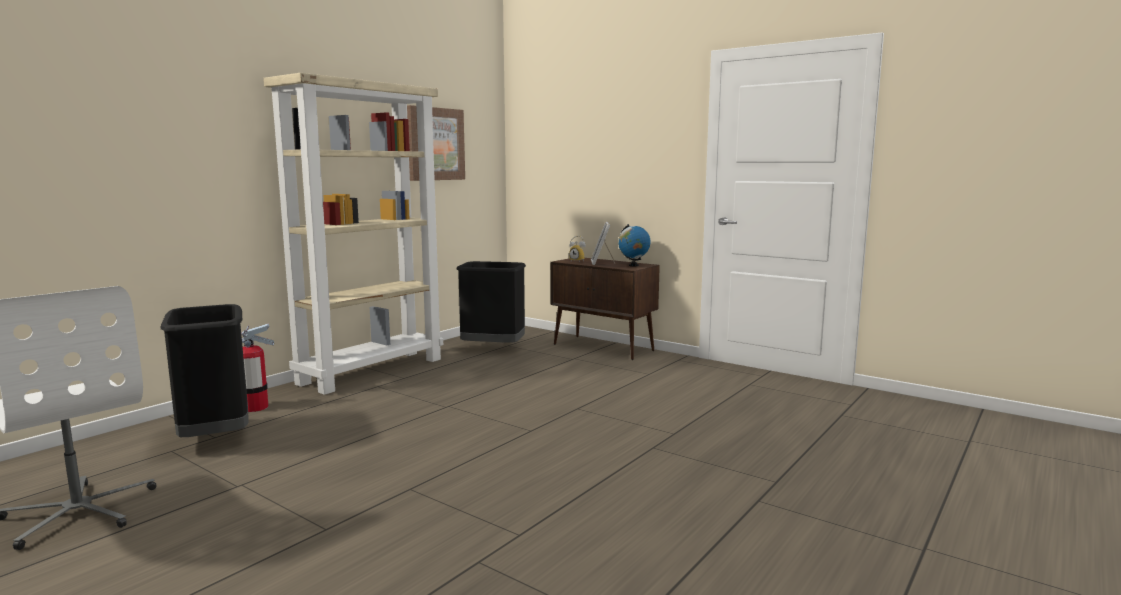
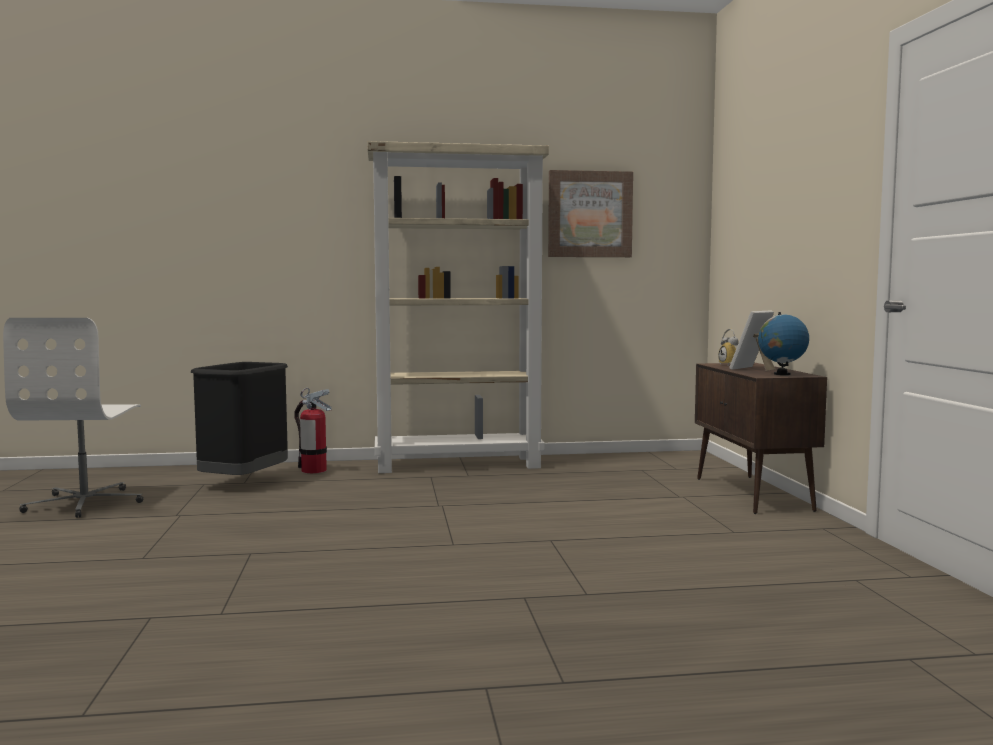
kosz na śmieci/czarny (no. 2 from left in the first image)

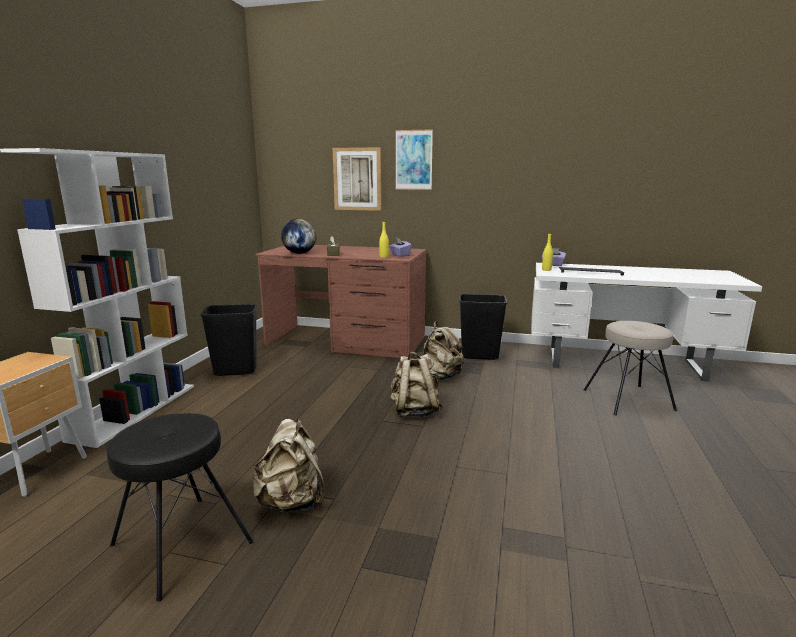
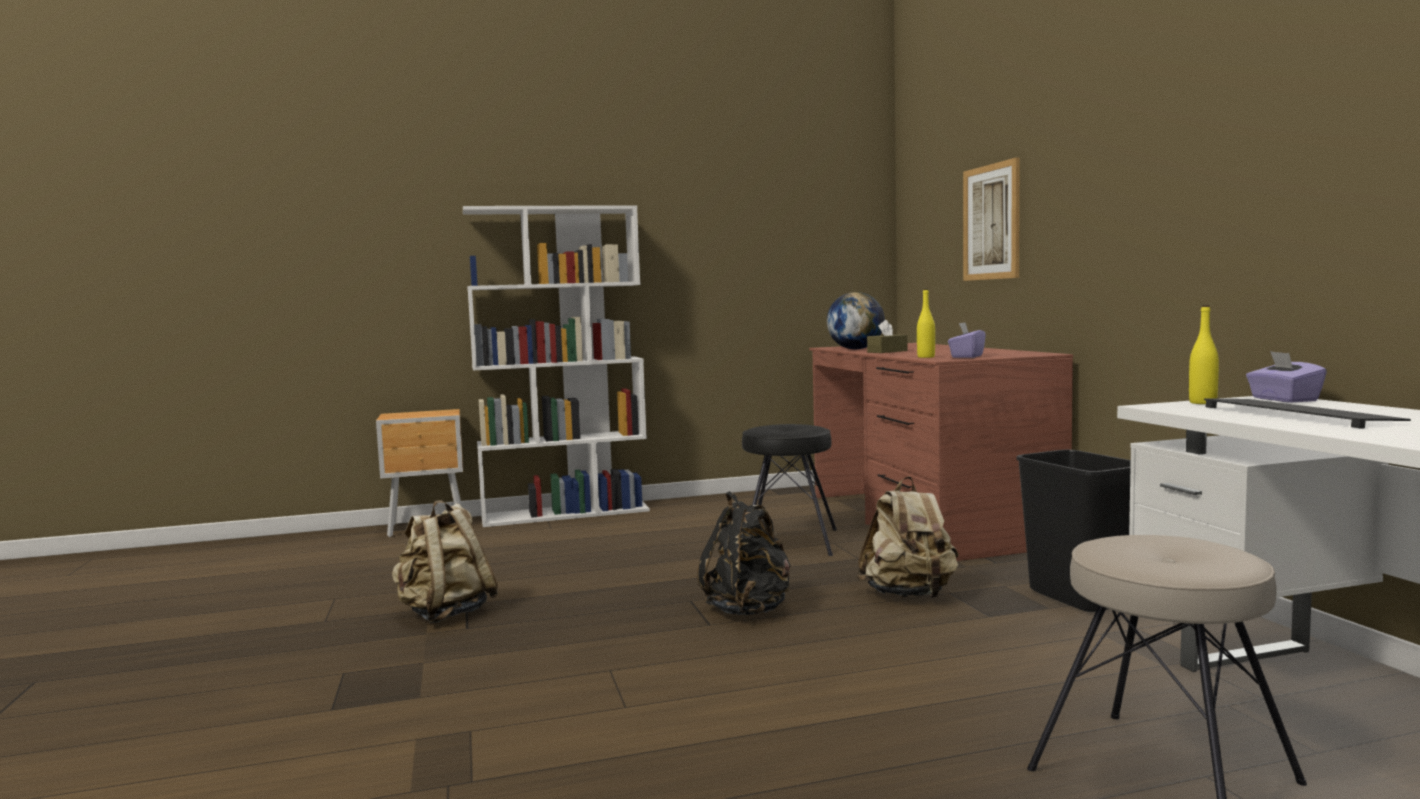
stołek/czarny
kosz na śmieci/czarny (no. 1 from left in the first image)
plecak/czarny
obraz (no. 2 from left in the first image)

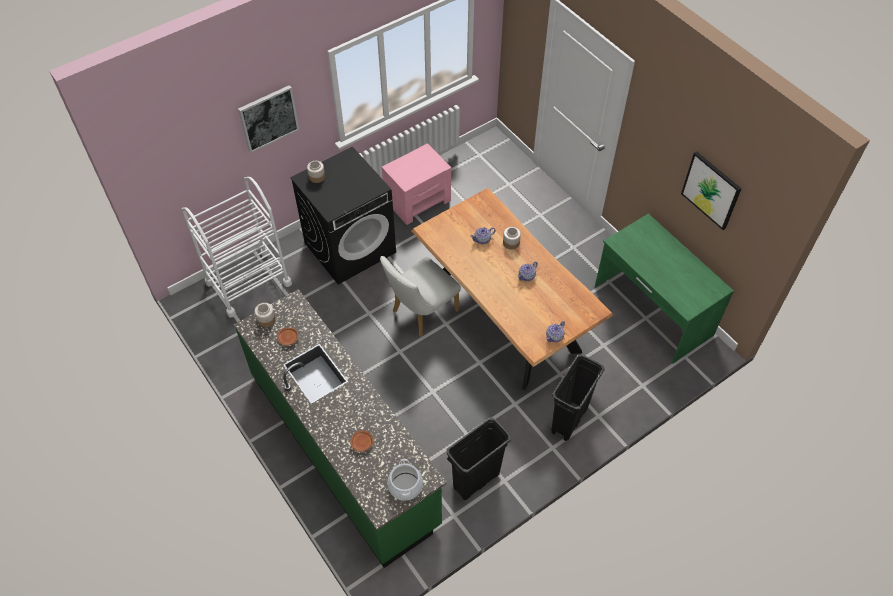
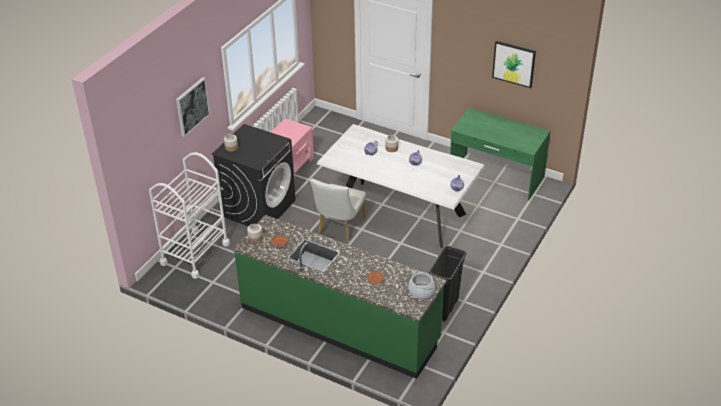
stół jadalny/biały
kosz na śmieci/czarny (no. 2 from left in the first image)

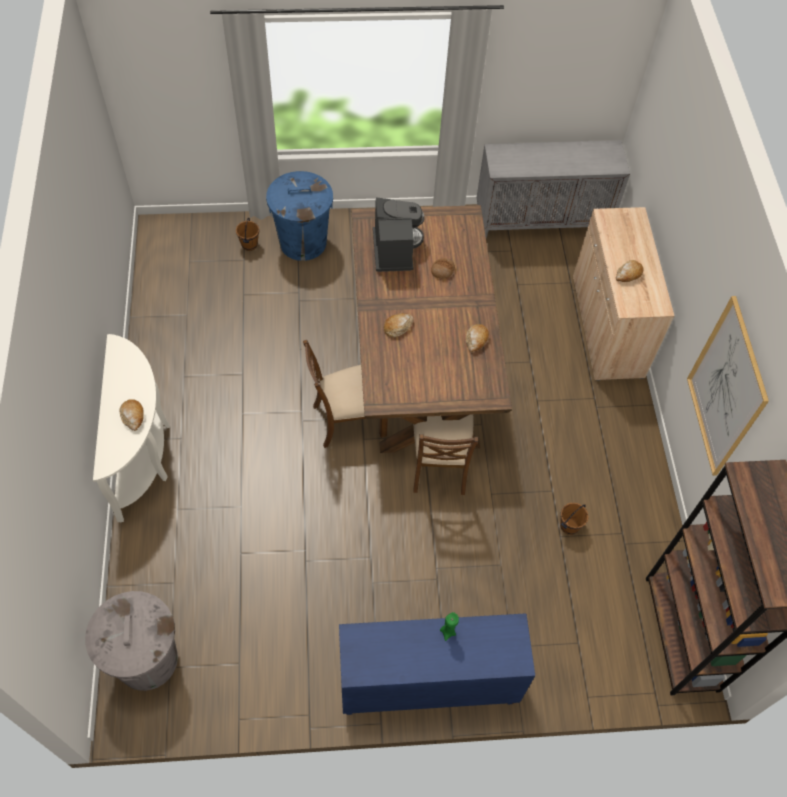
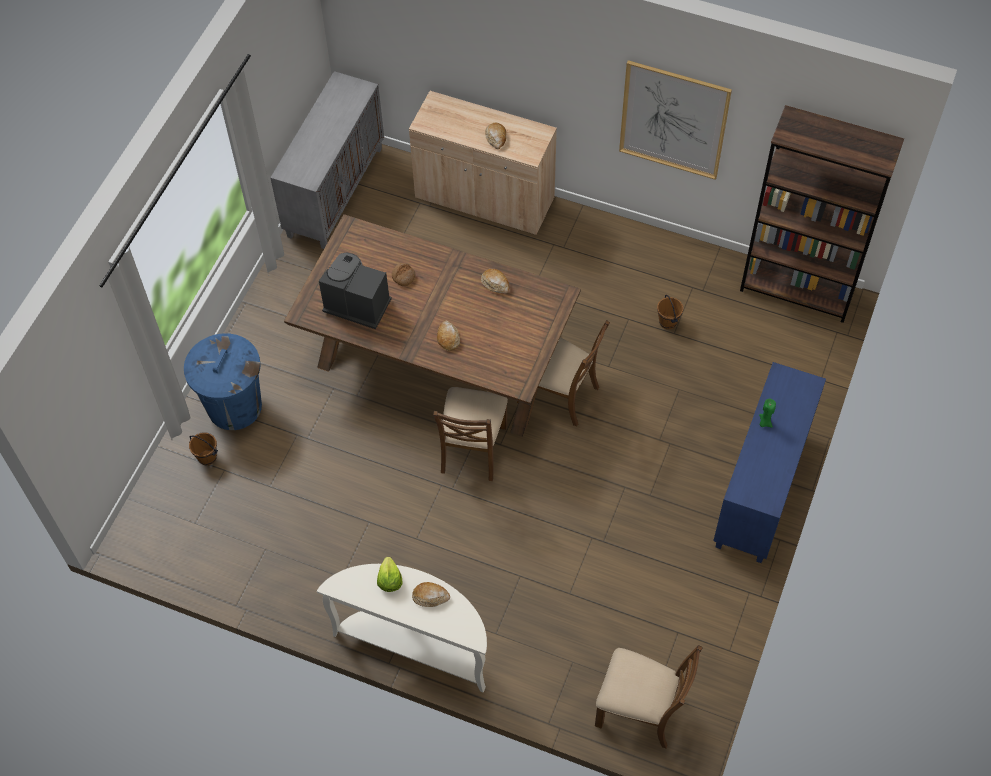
krzesło/brązowy (no. 3 from left)
sałata

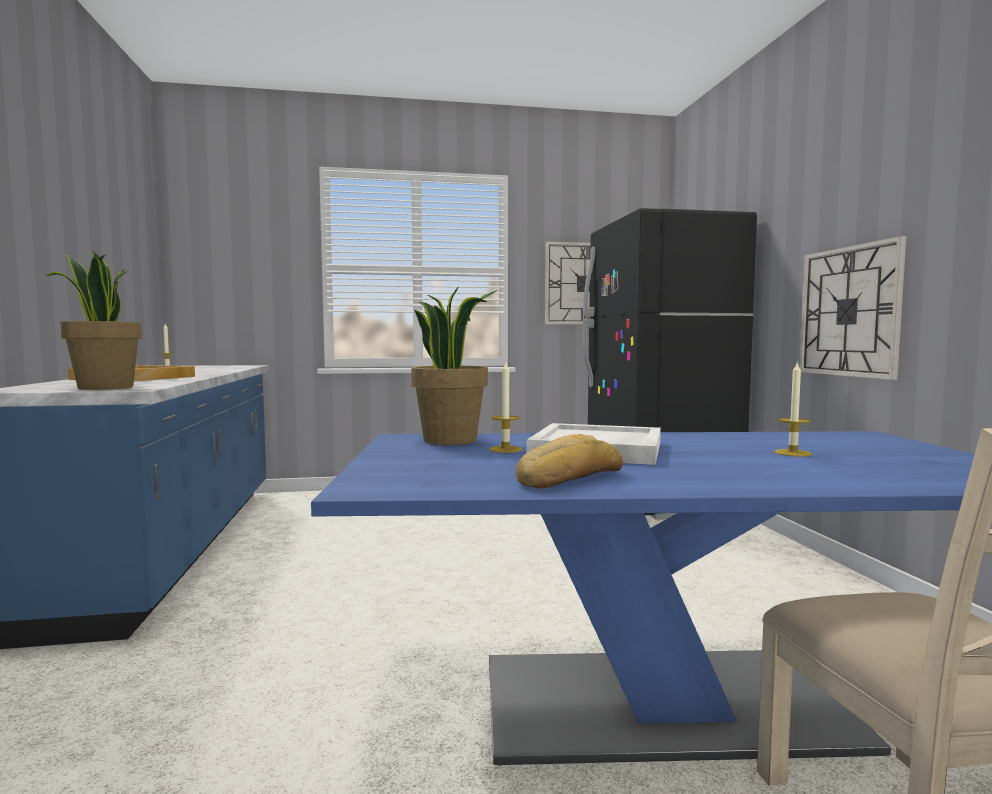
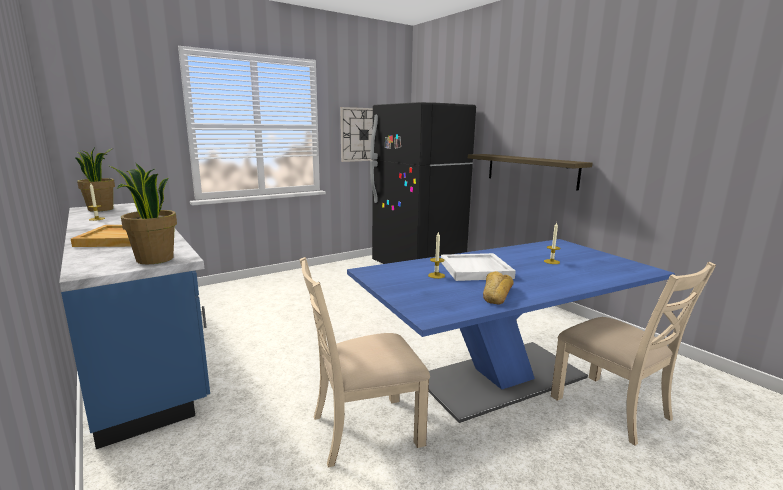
roślina doniczkowa (no. 1 from left)
półka
krzesło/beżowy (no. 1 from left)

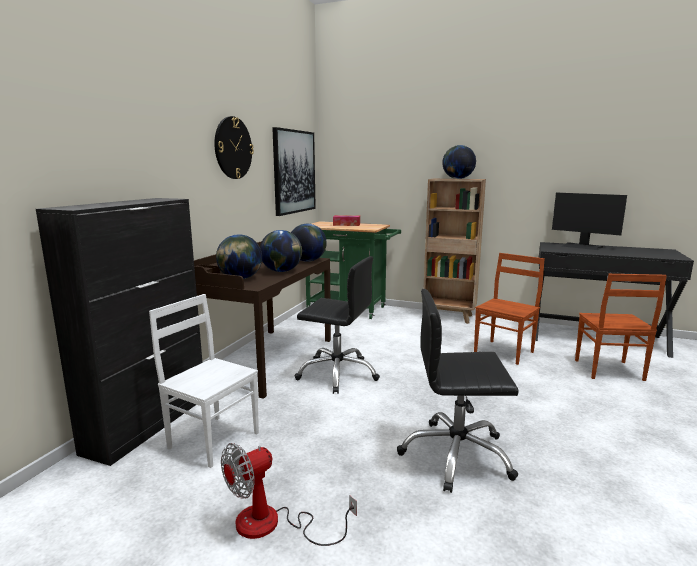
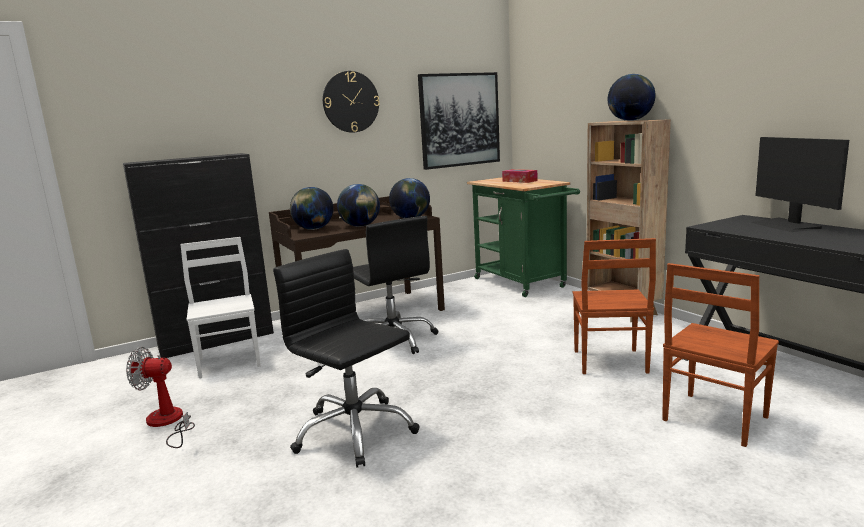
krzesło/brązowy (no. 1 from left)

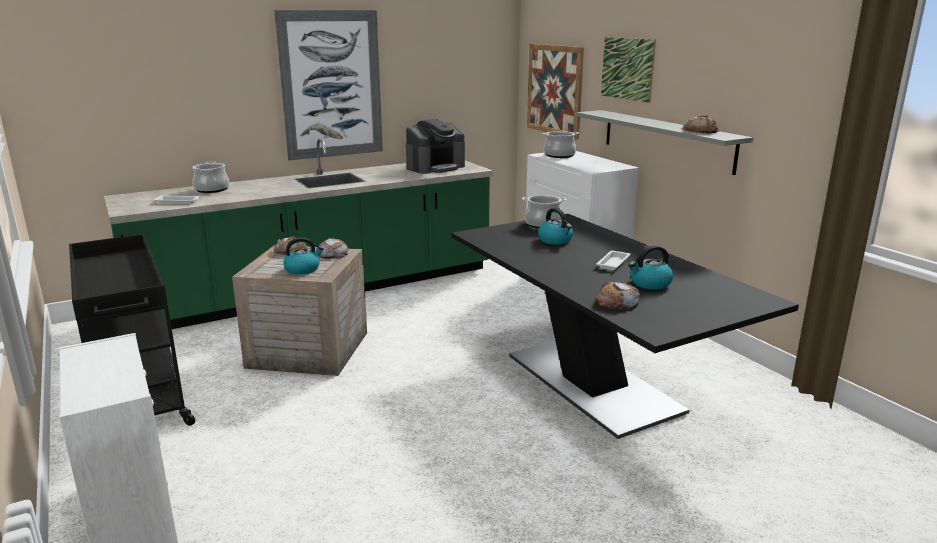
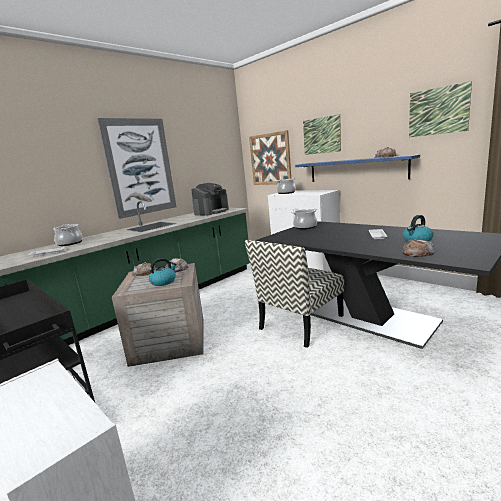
czajnik (no. 2 from left in the first image)
półka/niebieski
krzesło
obraz (no. 4 from left)

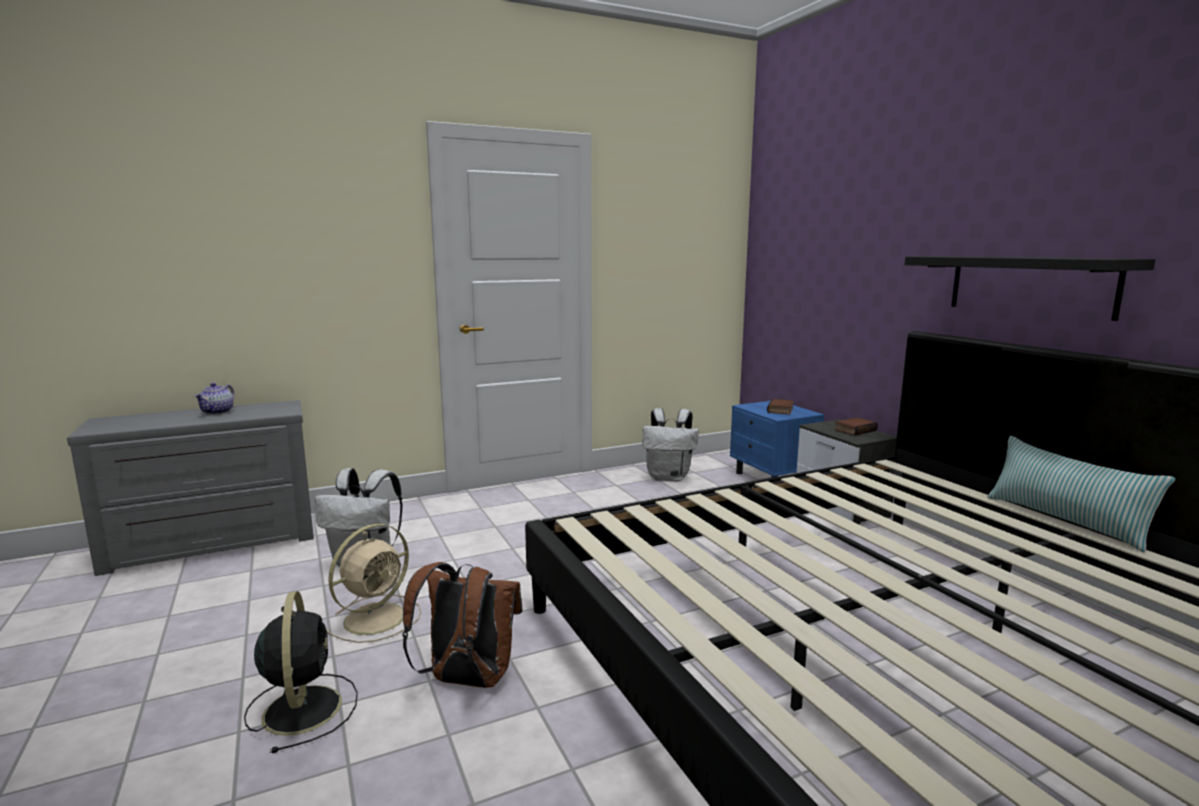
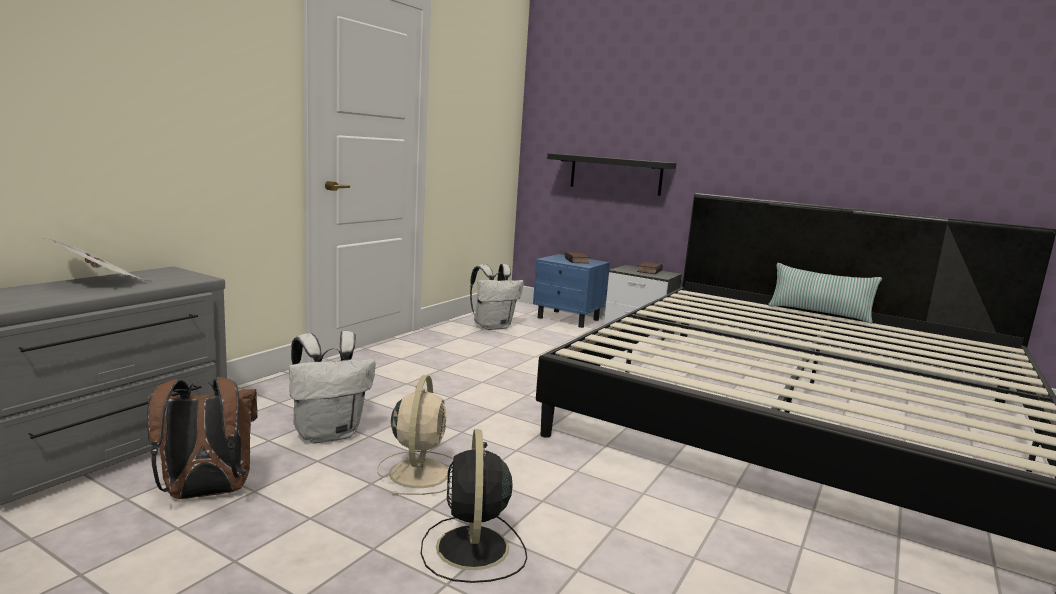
gazeta
wentylator/czarny
plecak/brązowy
półka/czarny

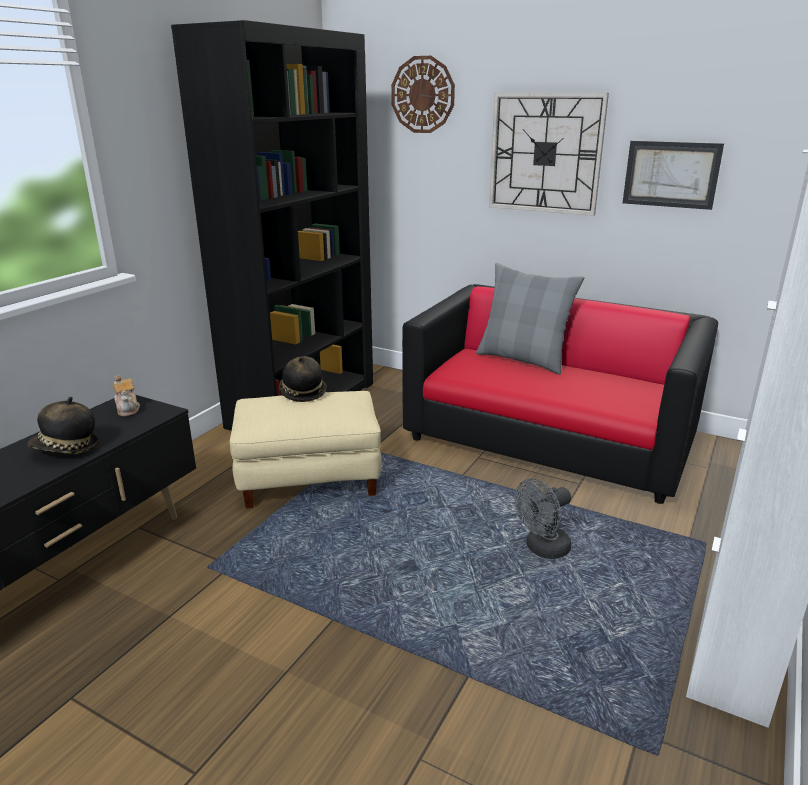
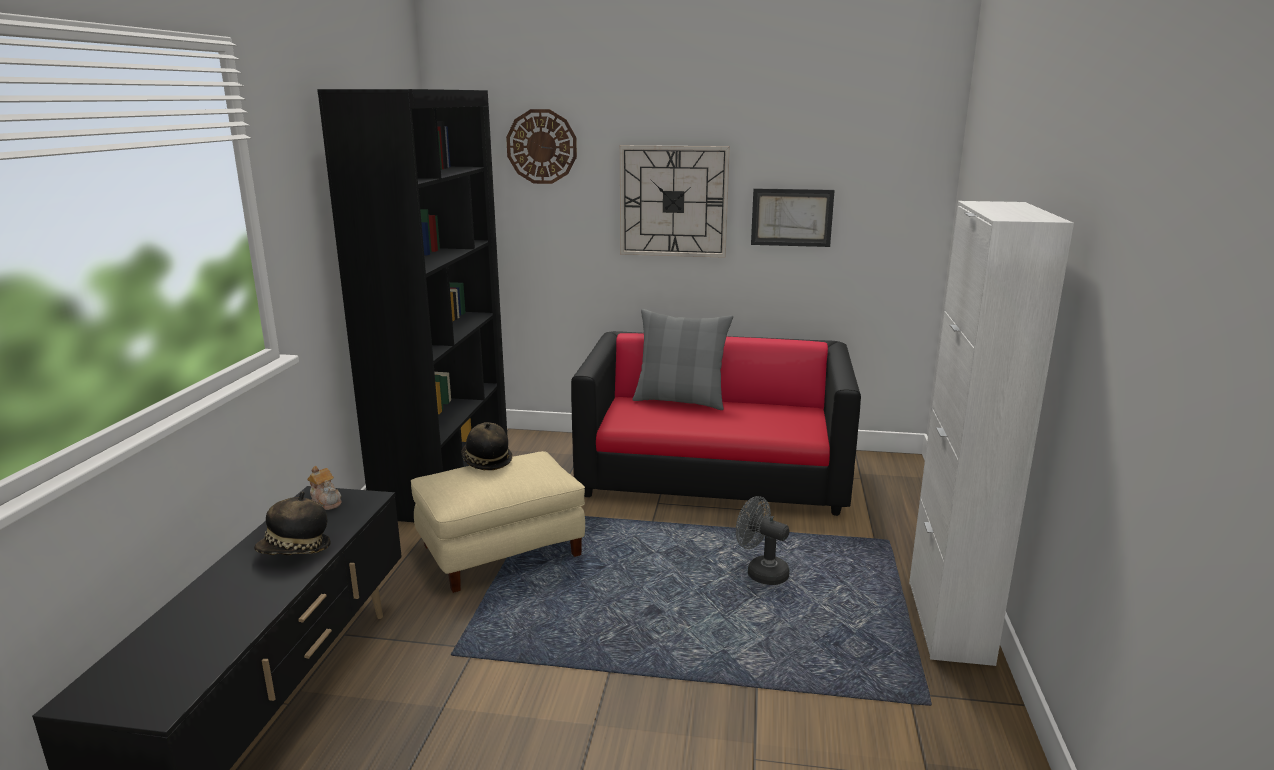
wentylator/szary

